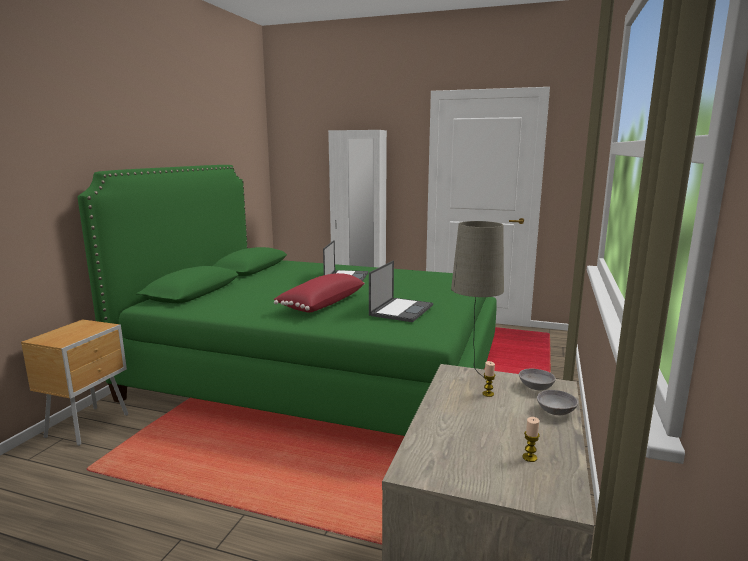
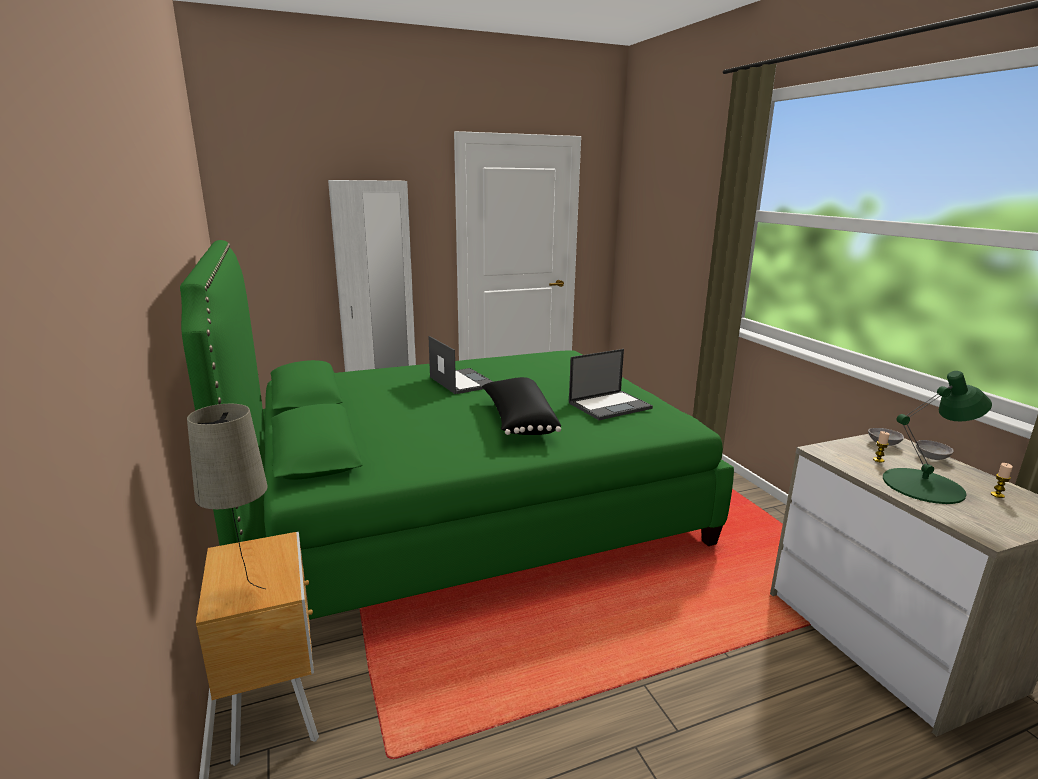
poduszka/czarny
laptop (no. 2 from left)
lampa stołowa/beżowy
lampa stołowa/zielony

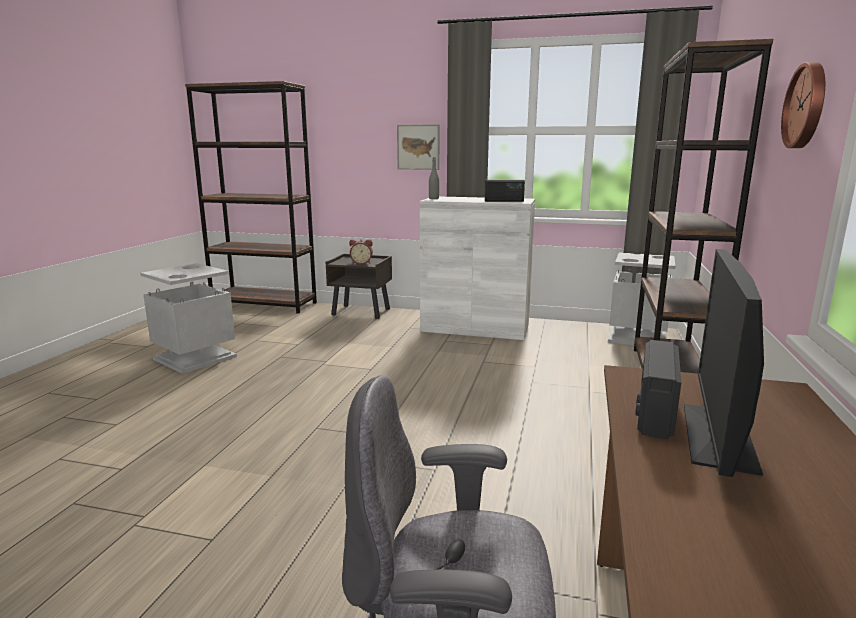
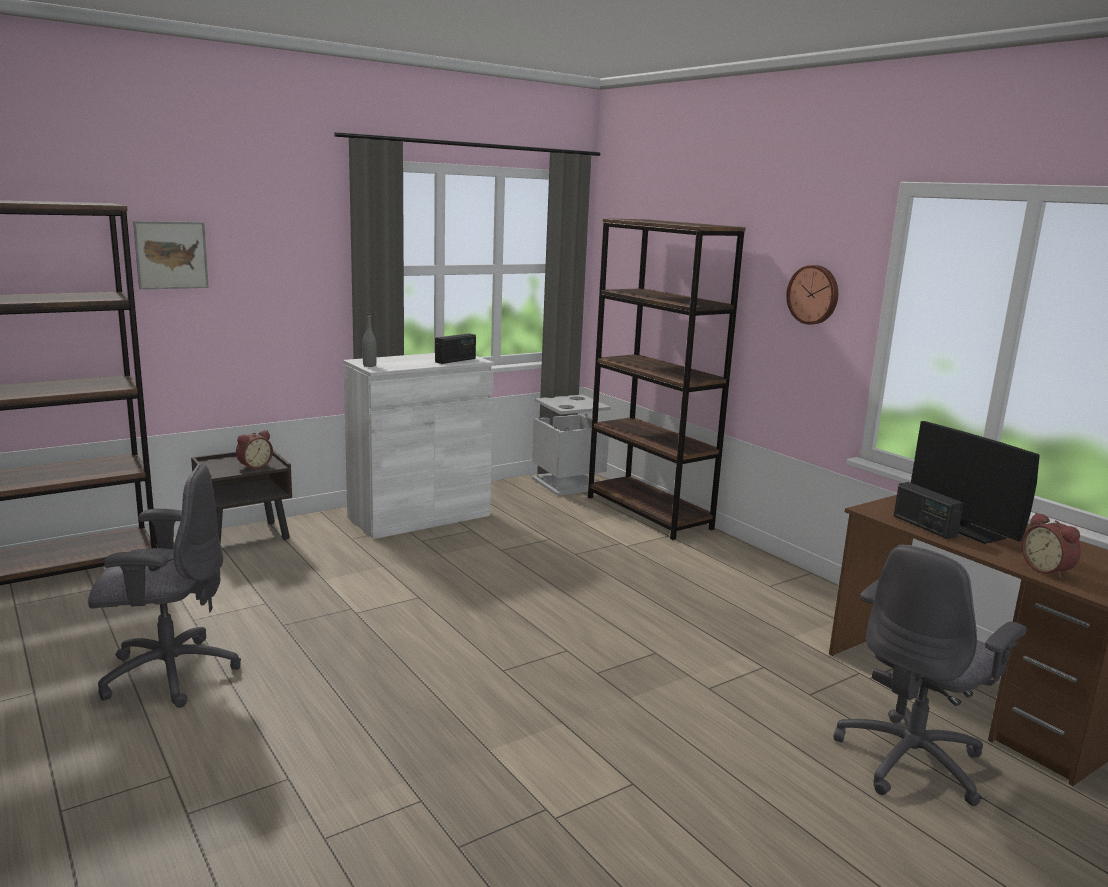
krzesło biurowe/szary (no. 1 from left)
obraz
budzik (no. 2 from left)

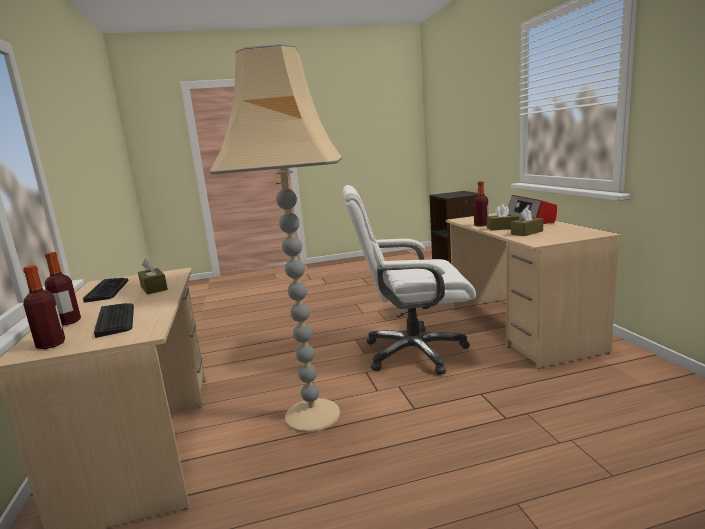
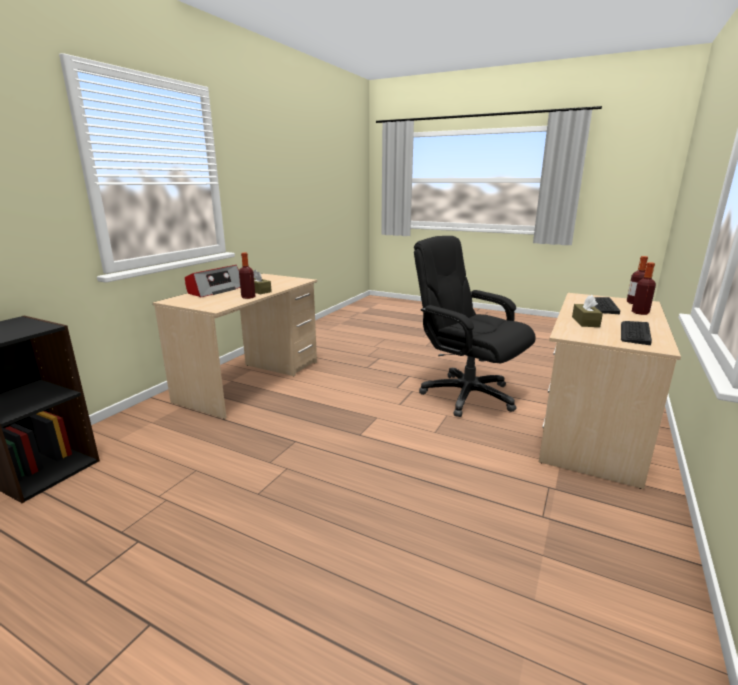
krzesło biurowe/czarny
krzesło biurowe/biały
pudełko chusteczek/brązowy (no. 3 from left in the first image)

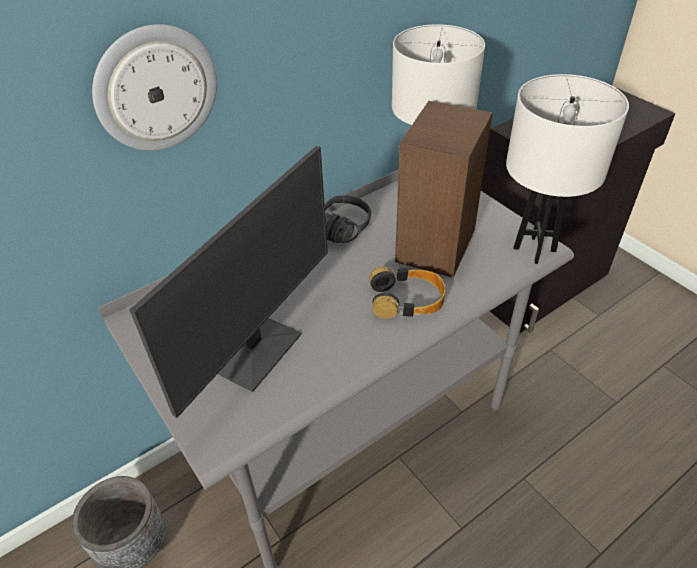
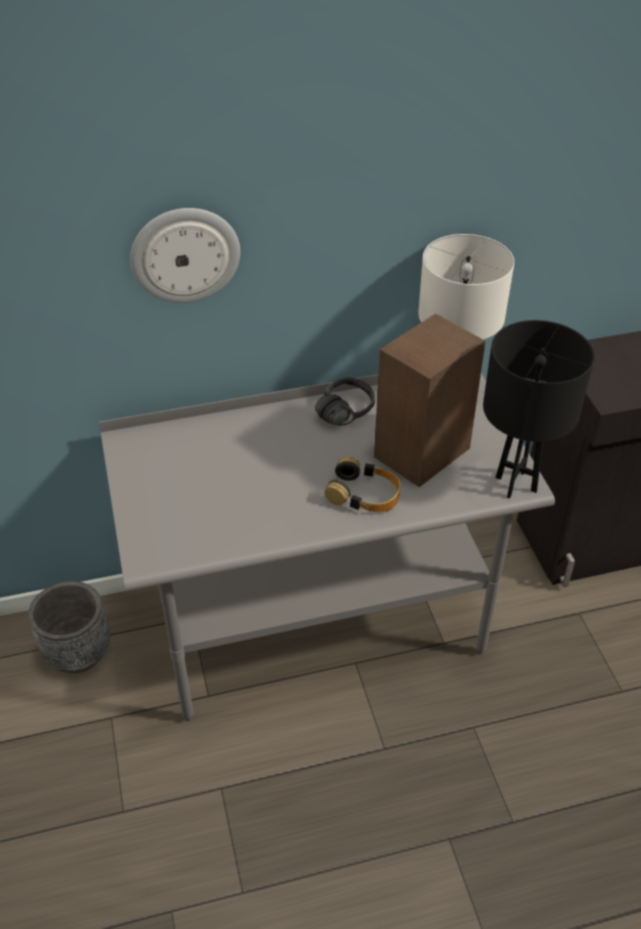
monitor
lampa stołowa/czarny

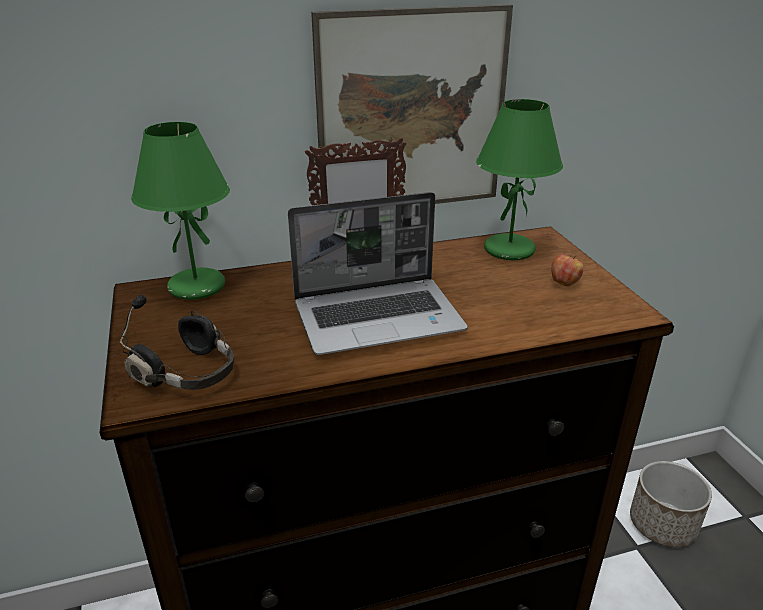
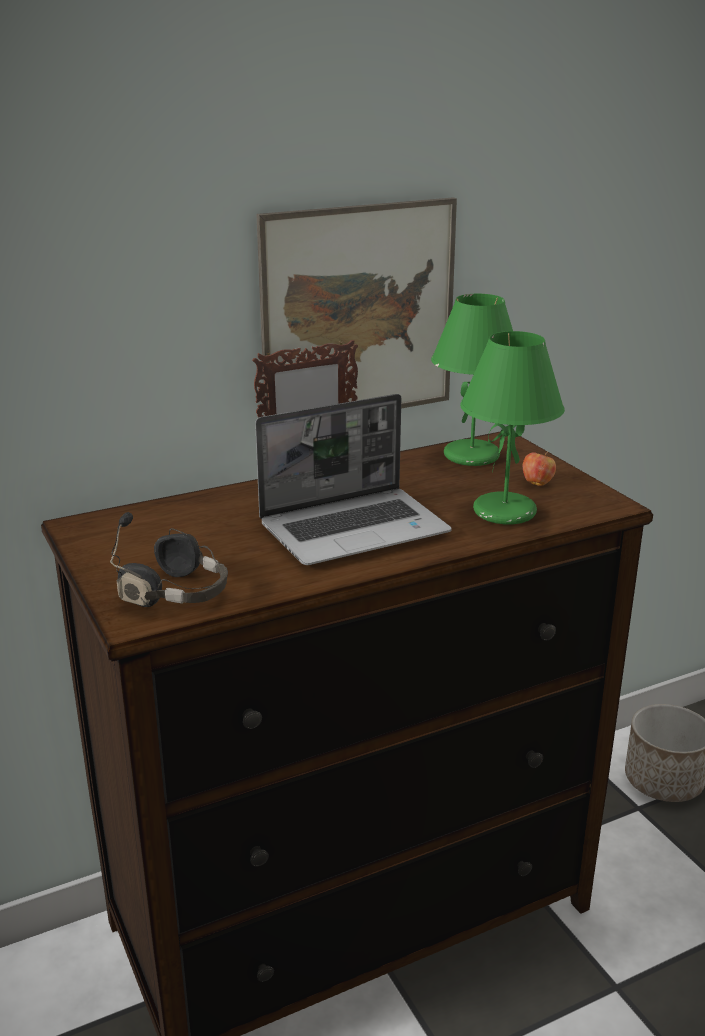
lampa stołowa/zielony (no. 2 from left)

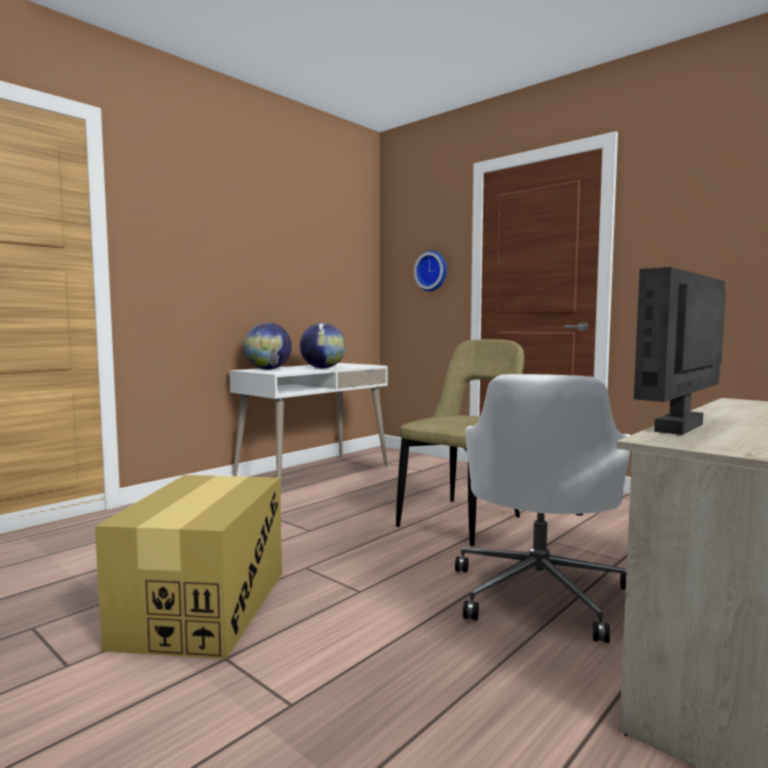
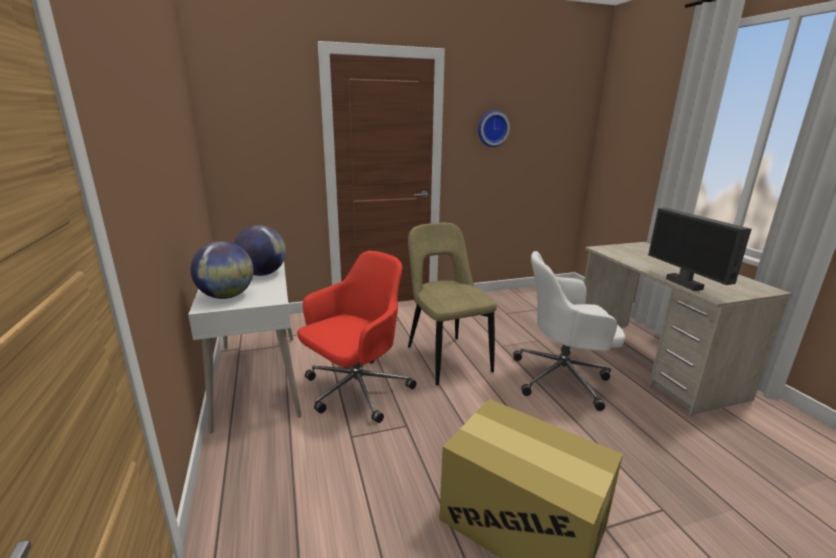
zegar ścienny
krzesło biurowe/biały
krzesło biurowe/czerwony

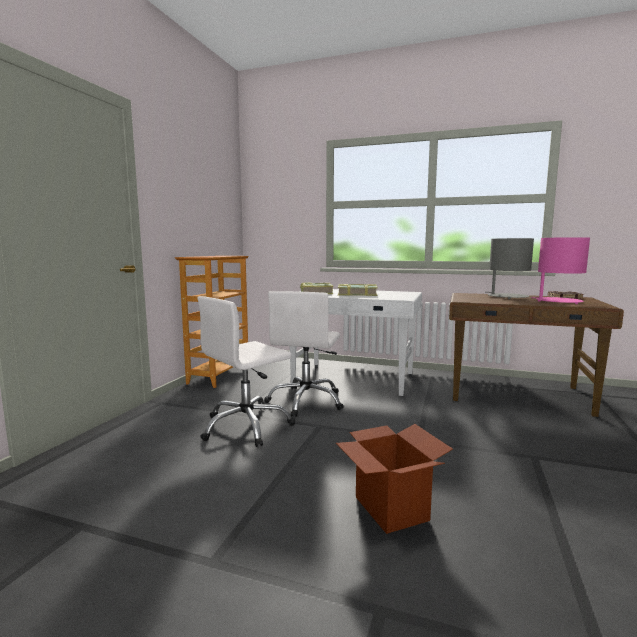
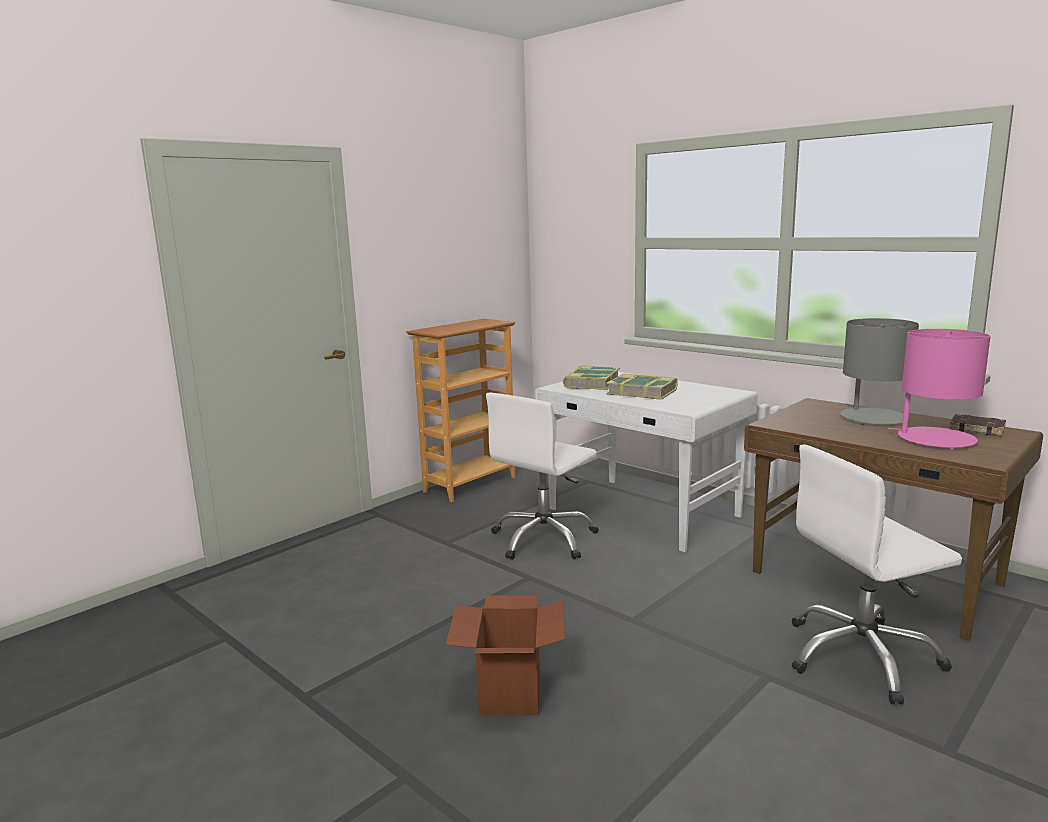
krzesło biurowe/biały (no. 2 from left)

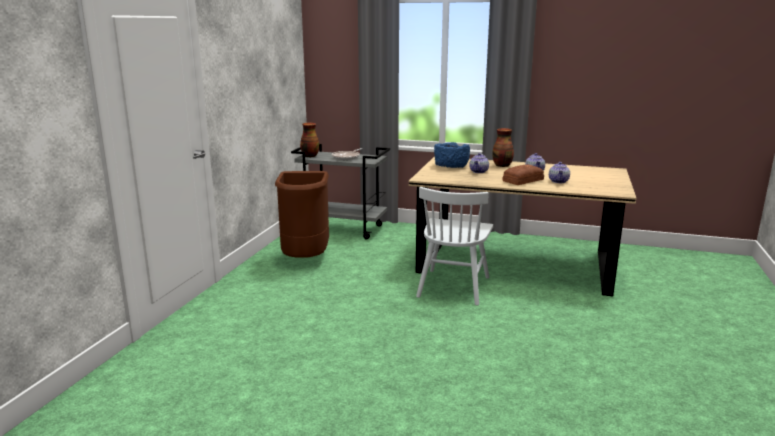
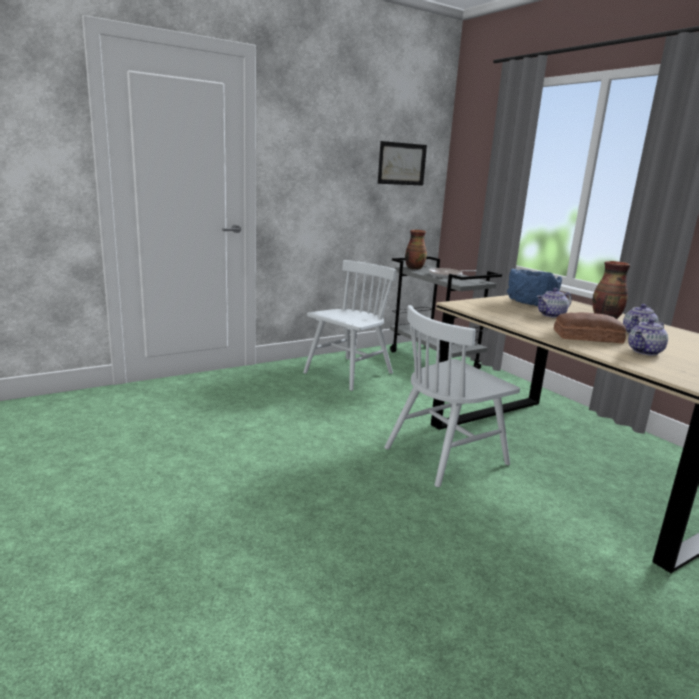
krzesło/biały (no. 1 from left)
obraz

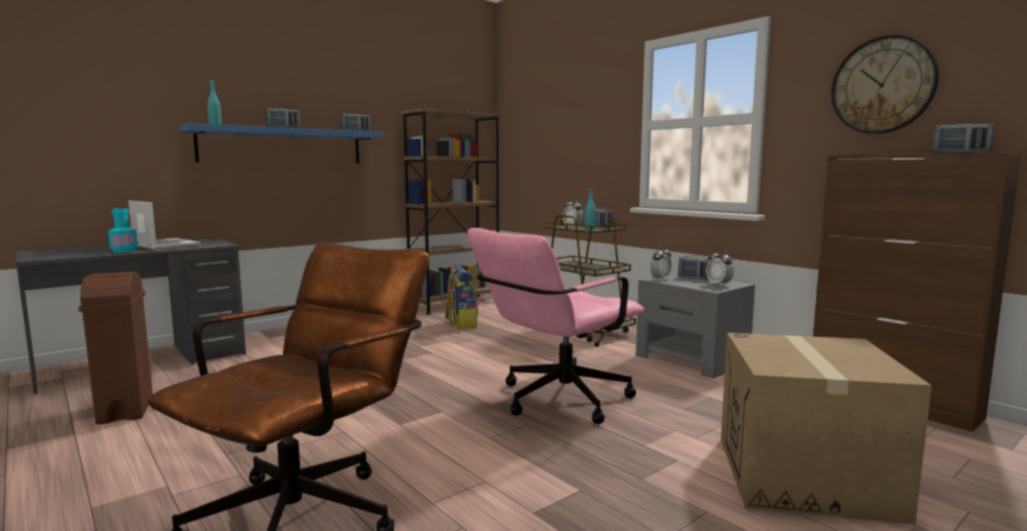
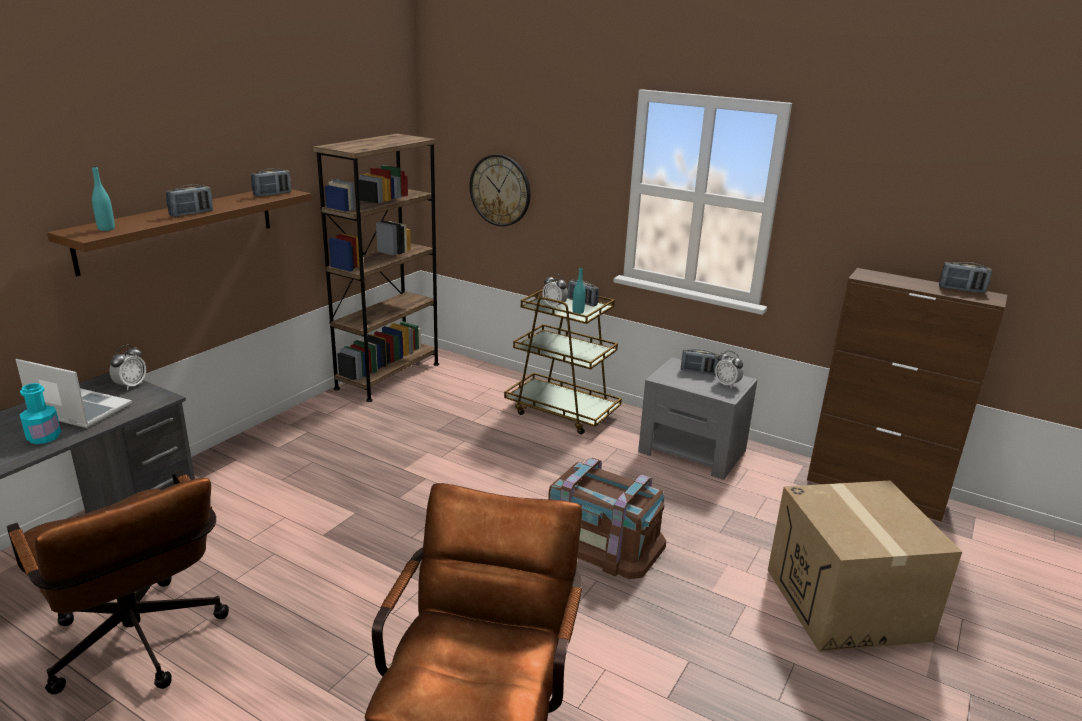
krzesło biurowe/brązowy (no. 1 from left)
półka/brązowy
plecak
pojemnik do przechowywania/brązowy
budzik (no. 1 from left)
zegar ścienny

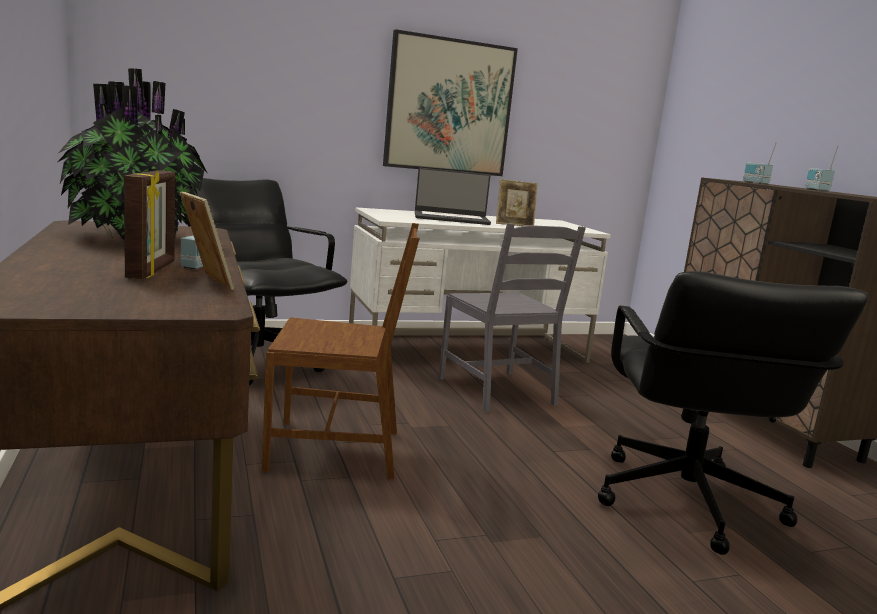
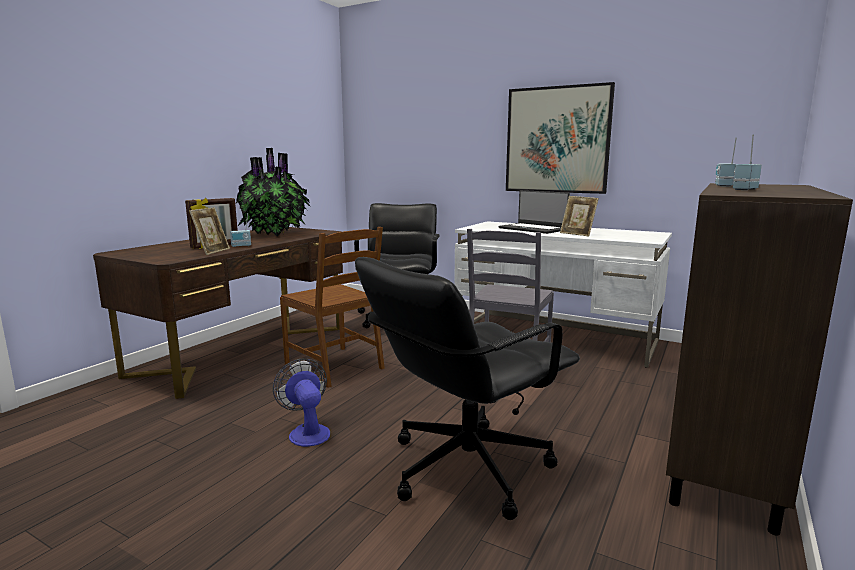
wentylator

